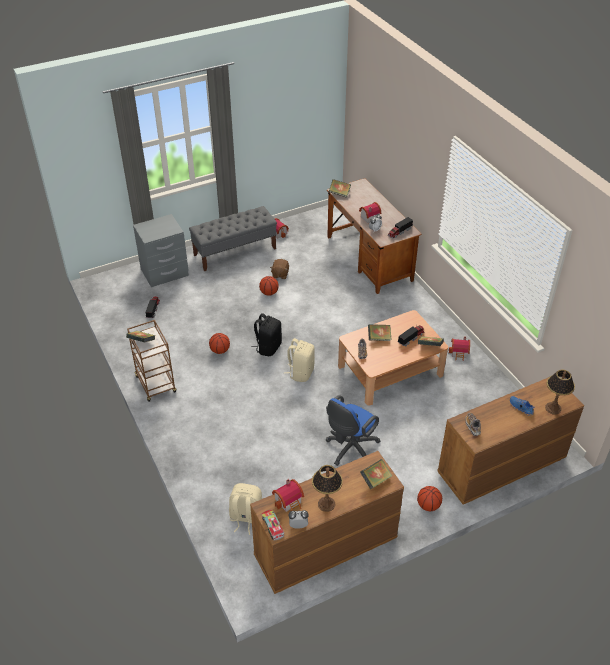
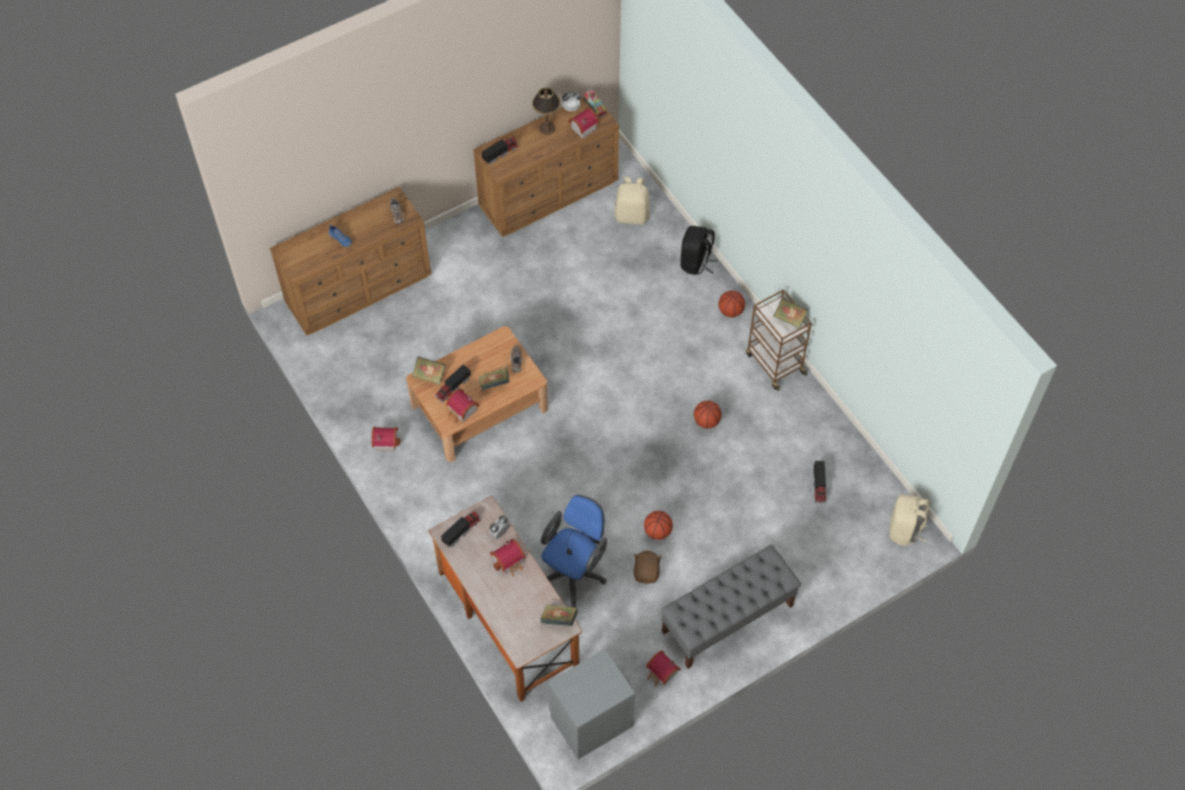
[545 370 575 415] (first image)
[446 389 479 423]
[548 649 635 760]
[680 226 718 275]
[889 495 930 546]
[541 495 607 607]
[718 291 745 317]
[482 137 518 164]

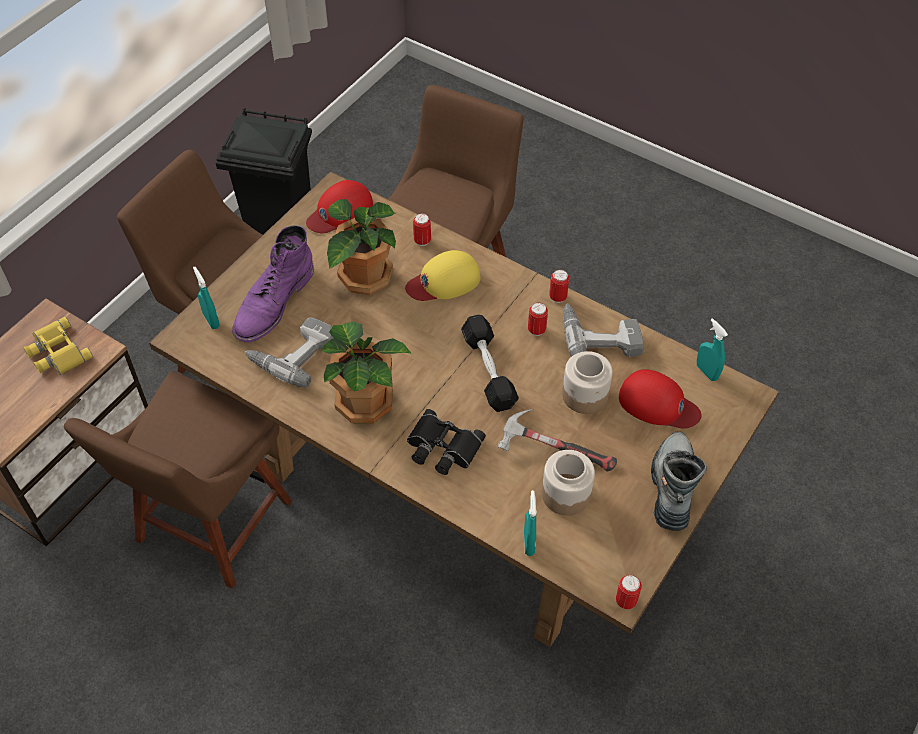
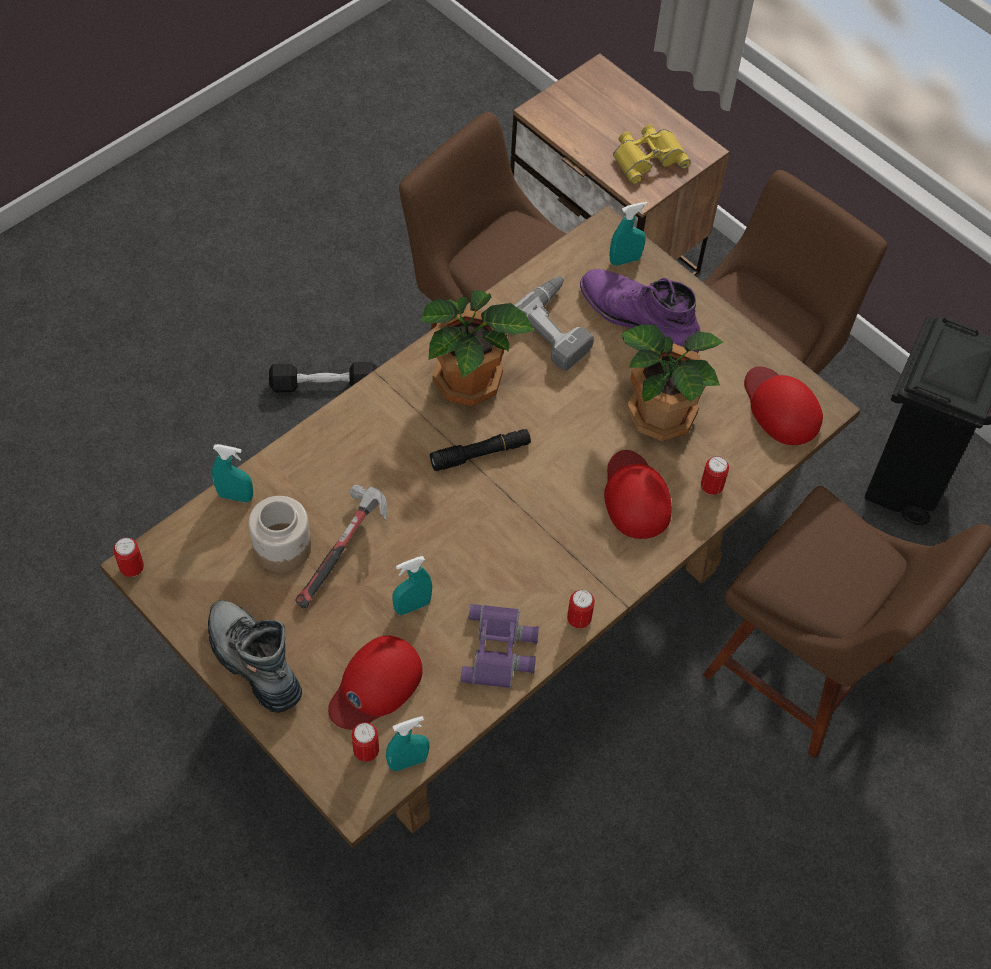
[407 409 486 475] (first image)
[430 429 531 471]
[269 362 377 392]
[352 723 379 762]
[392 556 432 615]
[460 604 539 688]
[604 450 672 539]
[208 600 302 713]

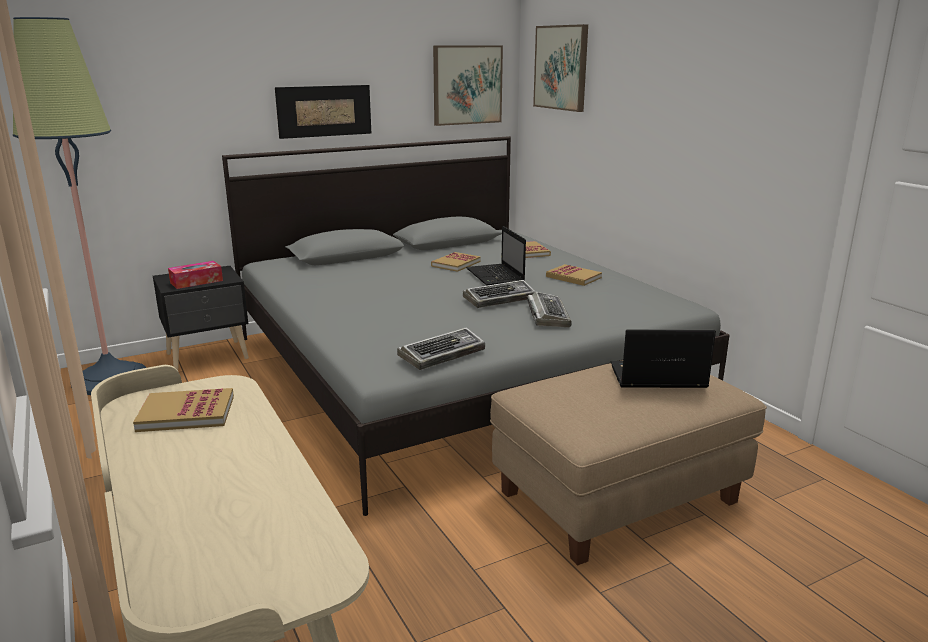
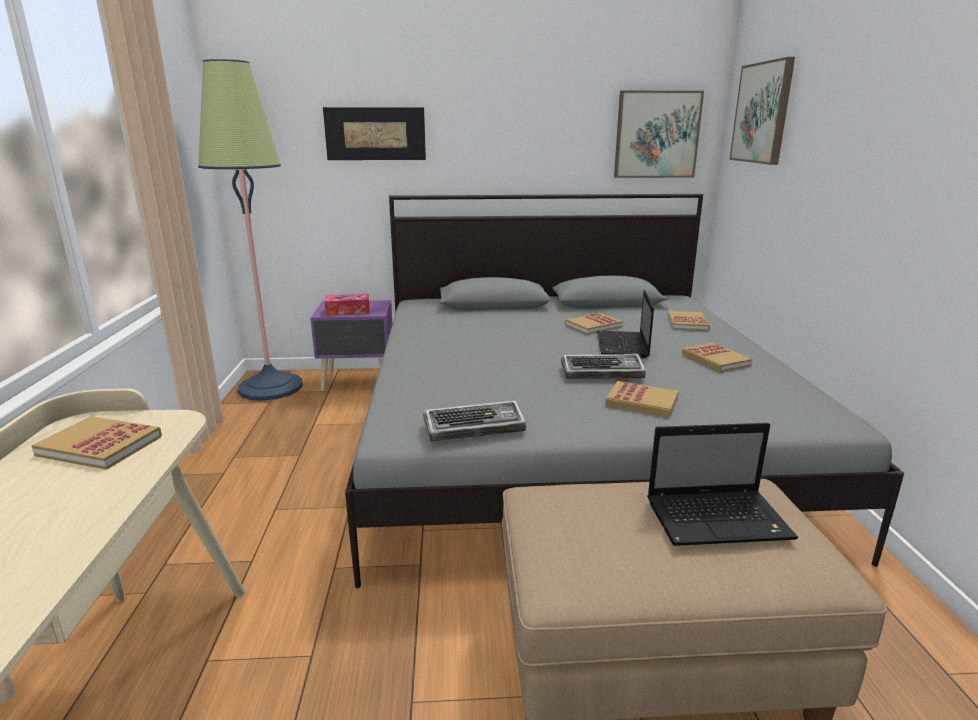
[323 107 426 160]
[605 381 679 417]
[310 300 393 391]
[647 423 798 546]

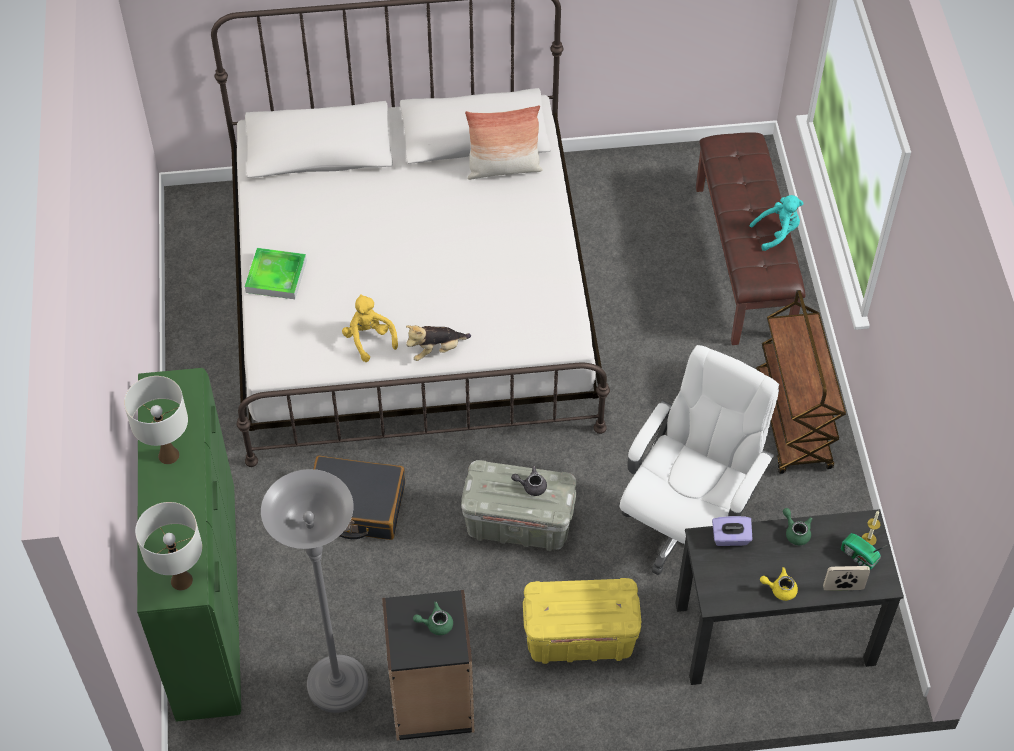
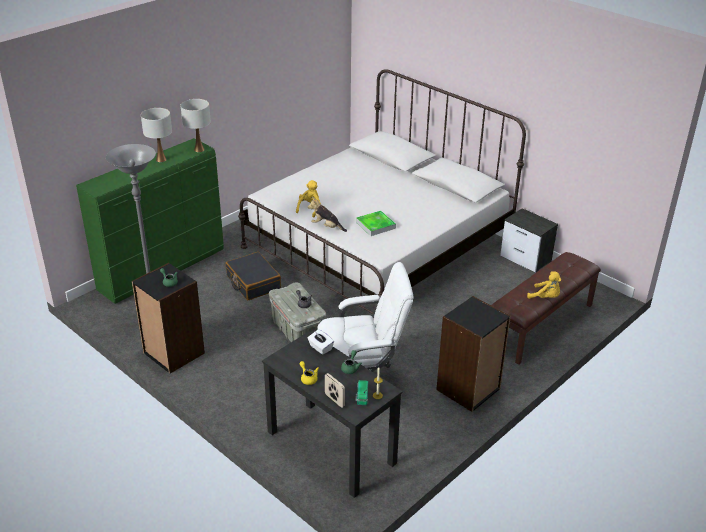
[465 105 543 180] (first image)
[523 578 641 664] (first image)
[500 208 558 272]
[180 99 211 152]
[356 211 396 236]
[436 296 511 412]
[307 329 334 355]
[527 271 561 299]

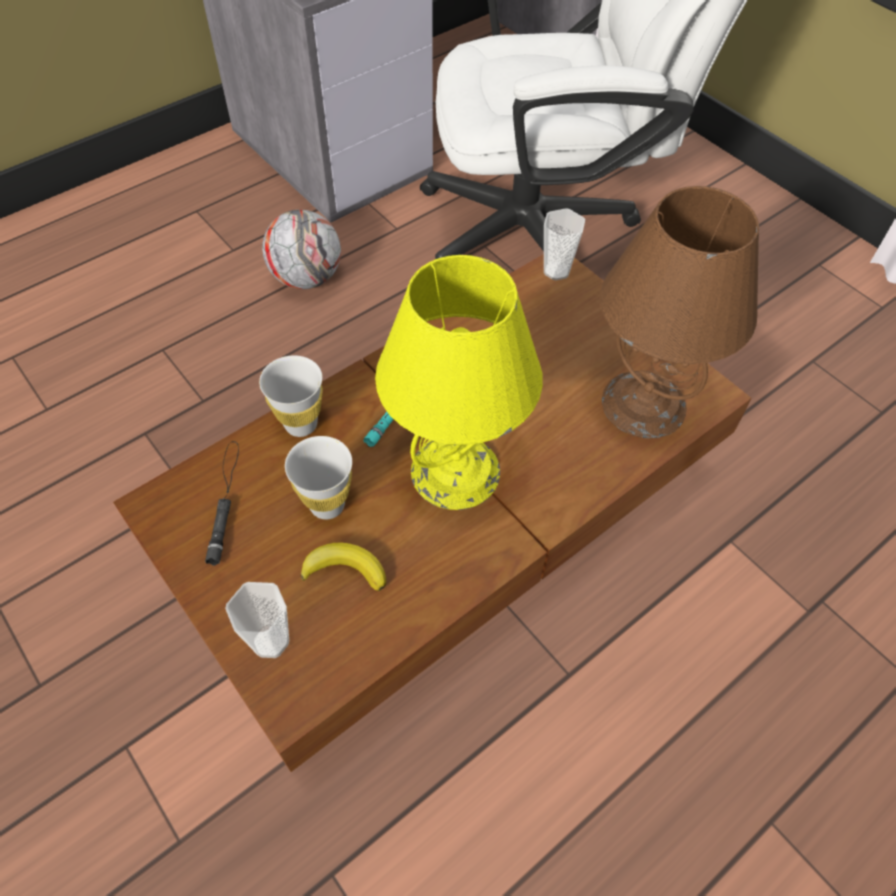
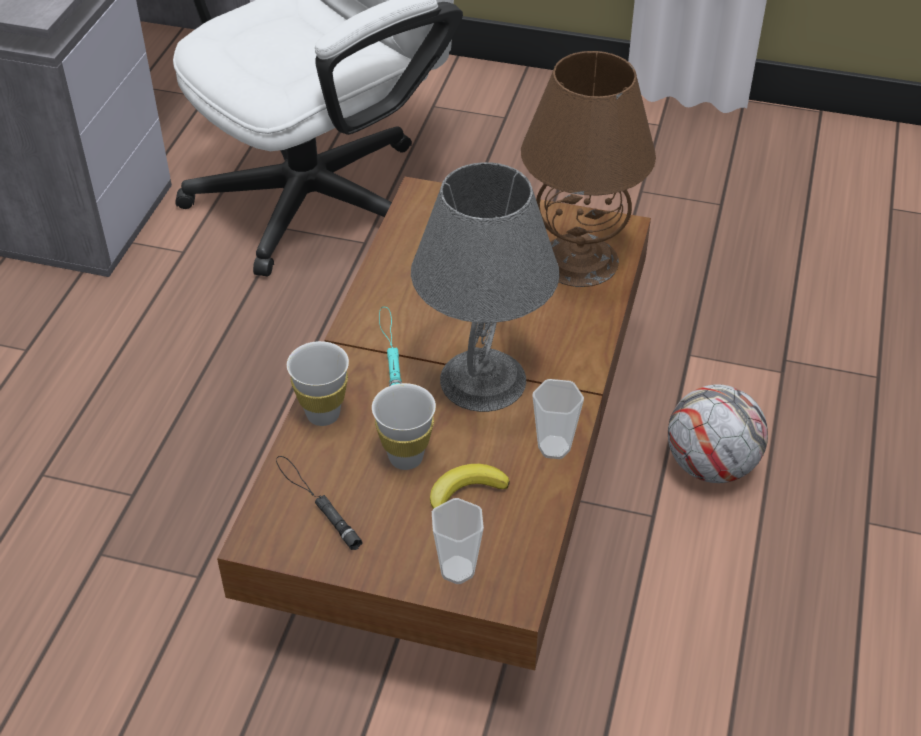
[668 384 768 483]
[532 379 584 459]
[411 162 560 412]

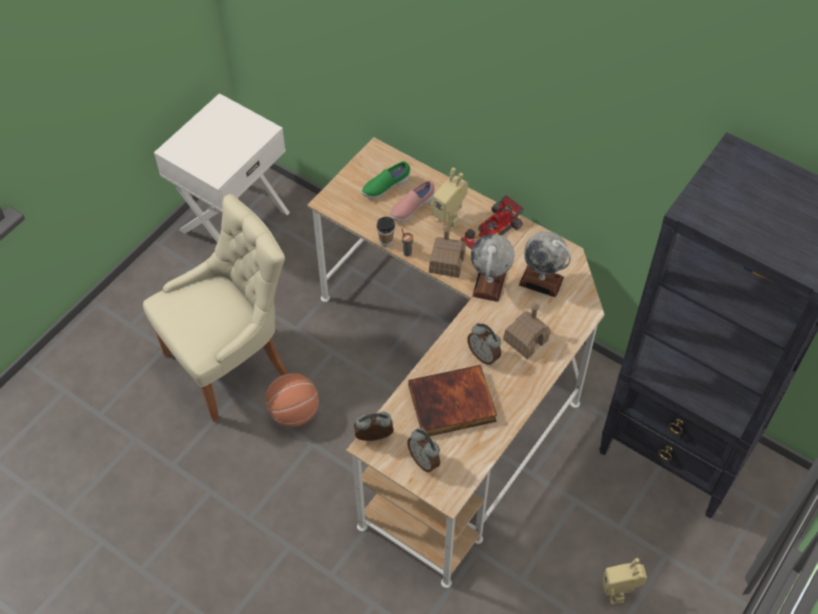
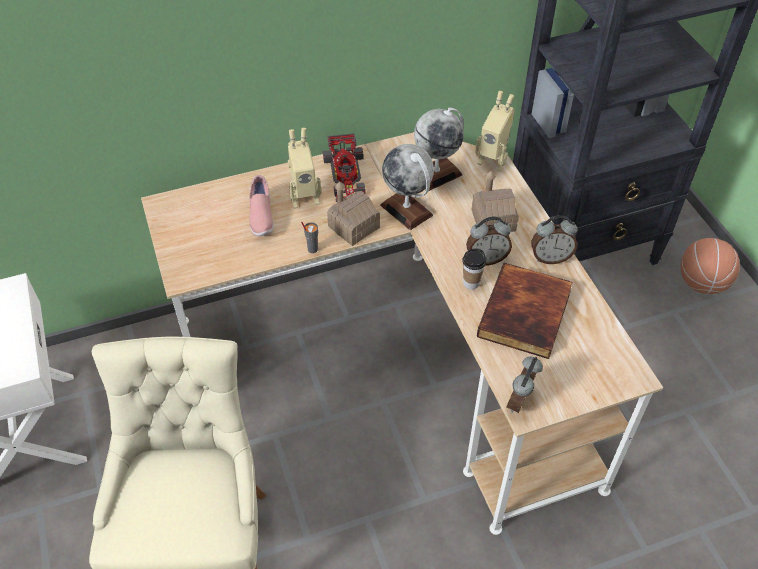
[362 161 410 199] (first image)
[681 238 740 294]
[462 248 486 290]
[531 216 577 264]
[475 91 515 172]

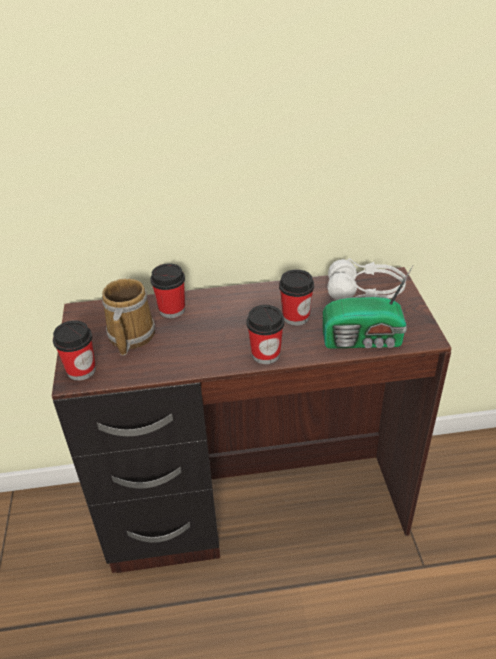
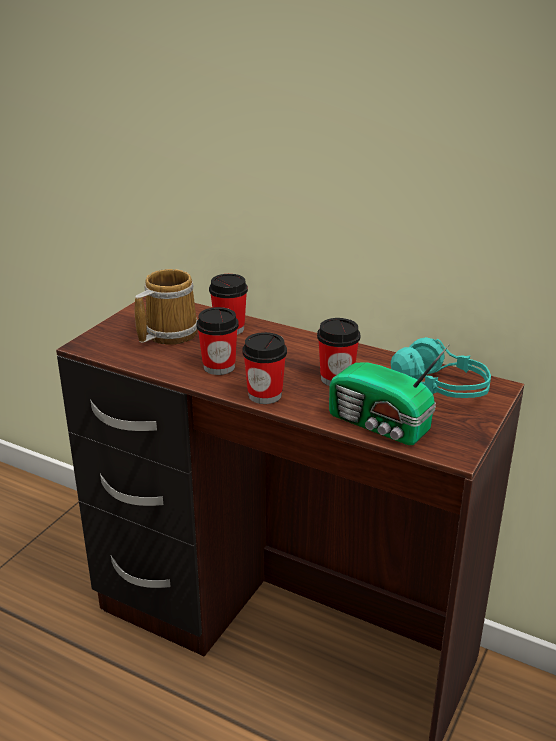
[197 307 239 375]
[391 337 491 398]

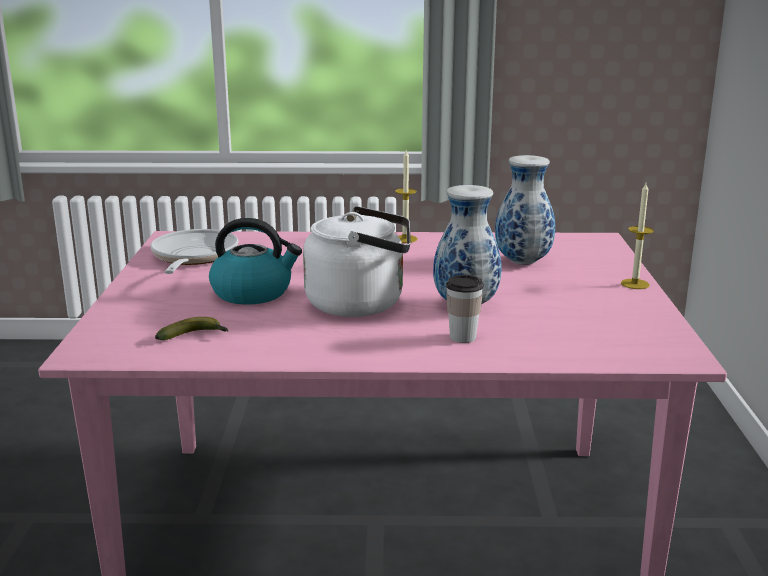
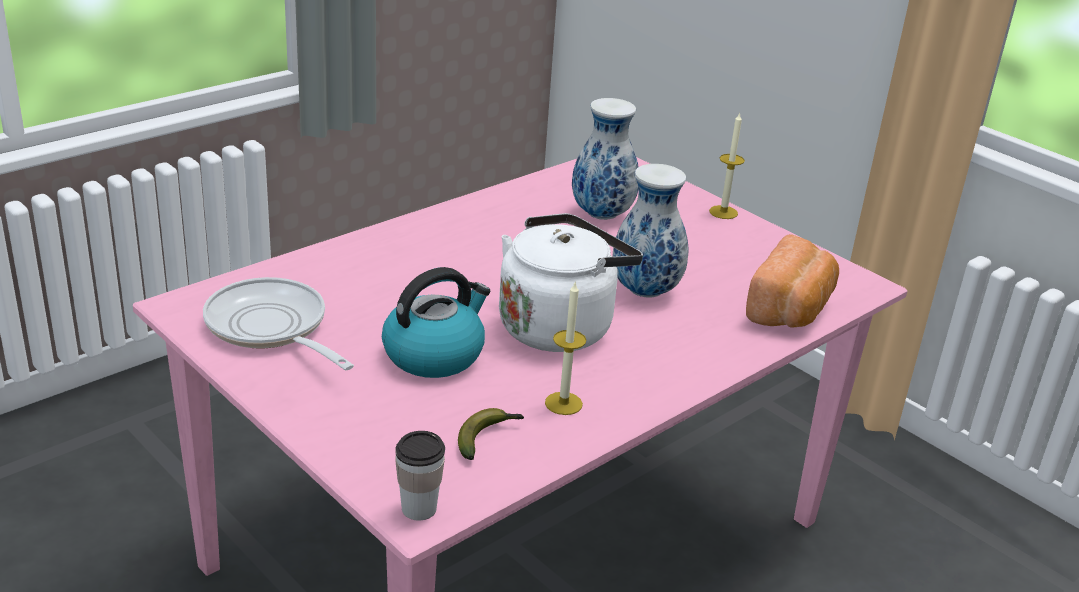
[746 234 839 328]
[545 283 587 415]
[395 431 445 521]

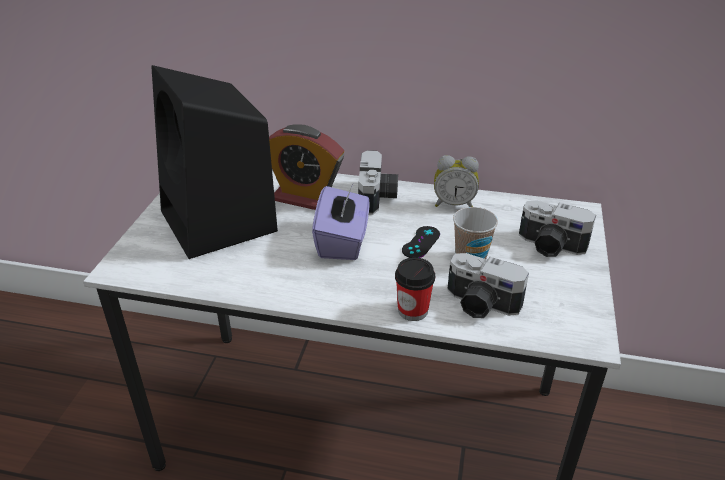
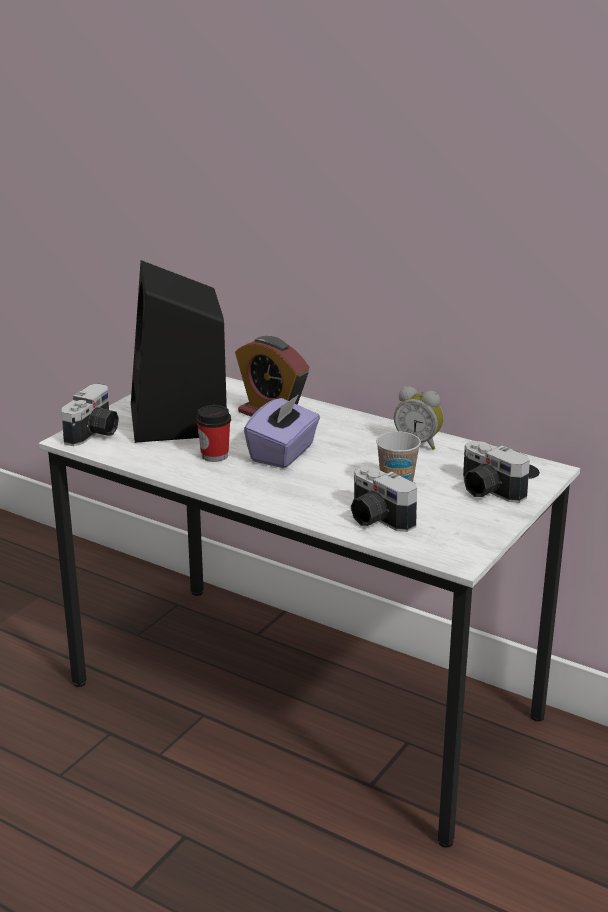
[402 226 440 258] (first image)
[62 383 119 446]
[196 405 231 462]

